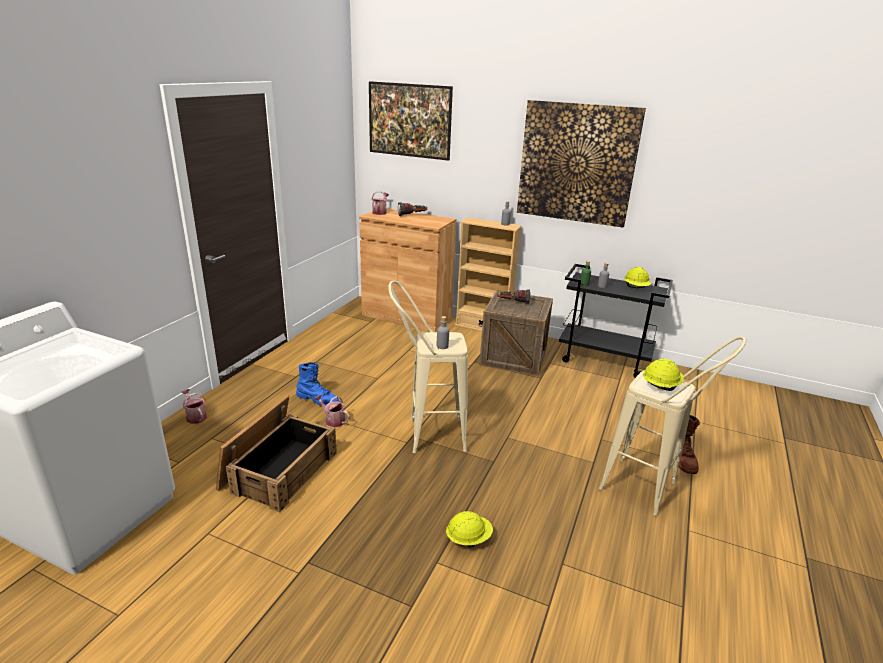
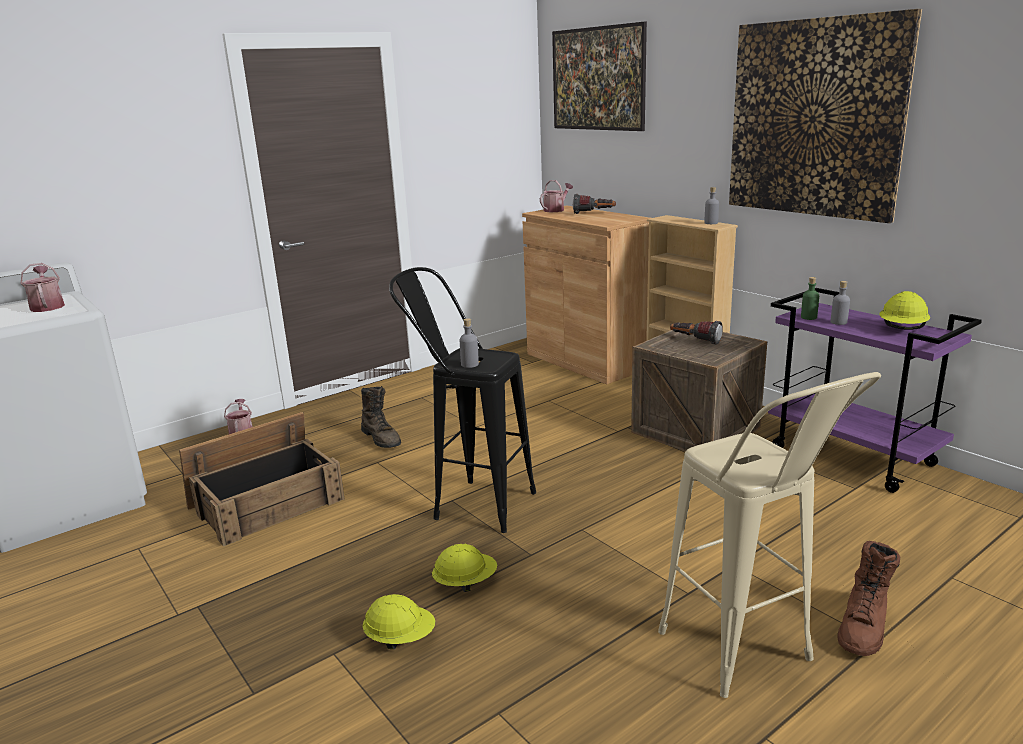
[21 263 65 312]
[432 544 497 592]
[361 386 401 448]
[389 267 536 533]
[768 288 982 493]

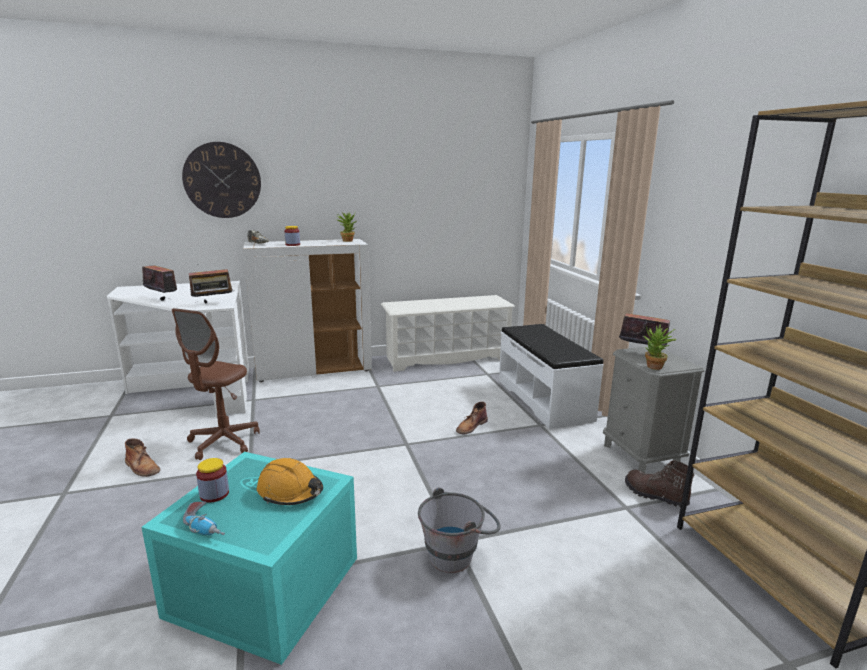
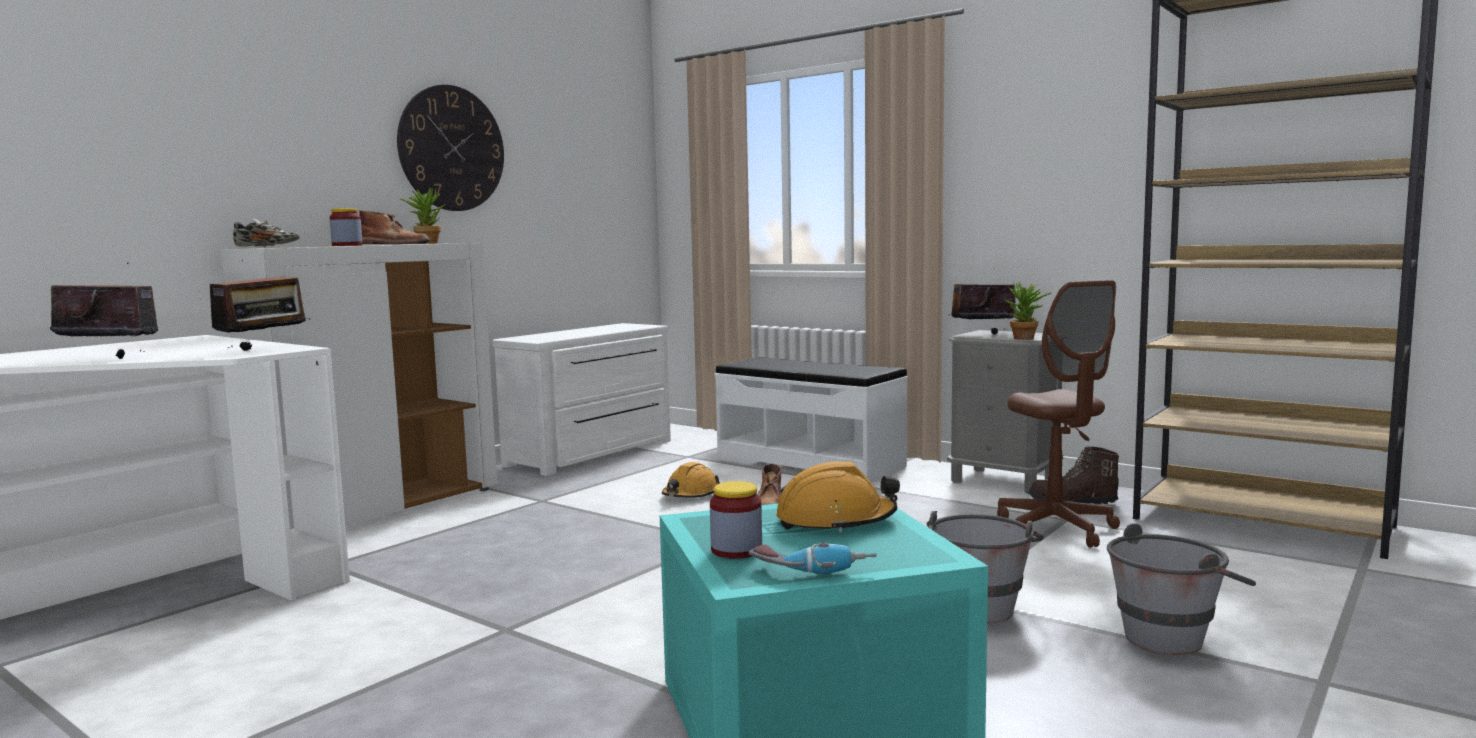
[662 462 720 498]
[1107 523 1256 655]
[359 210 430 244]
[997 280 1120 548]
[397 85 504 211]
[493 323 671 476]

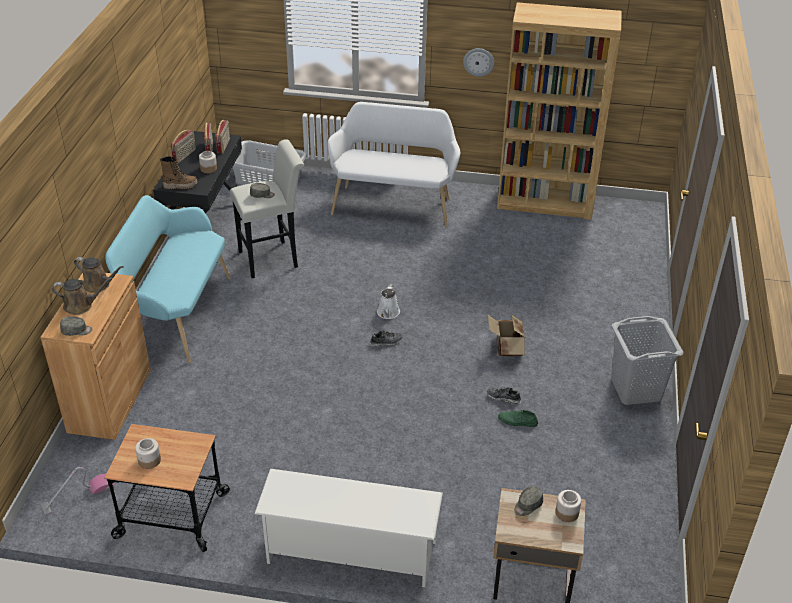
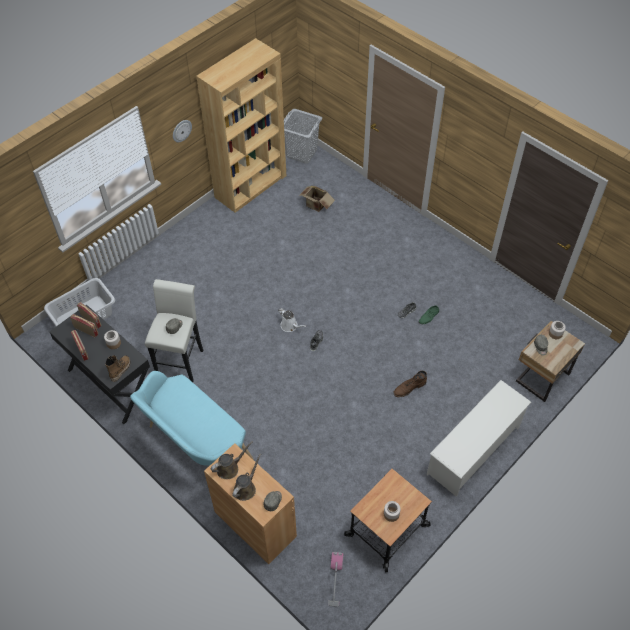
[328 102 460 228] (first image)
[393 371 427 397]
[299 186 335 212]
[284 109 322 164]

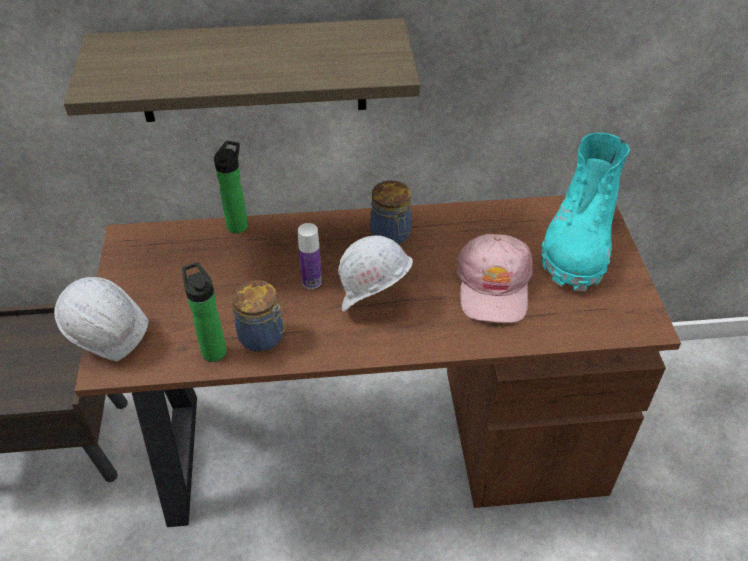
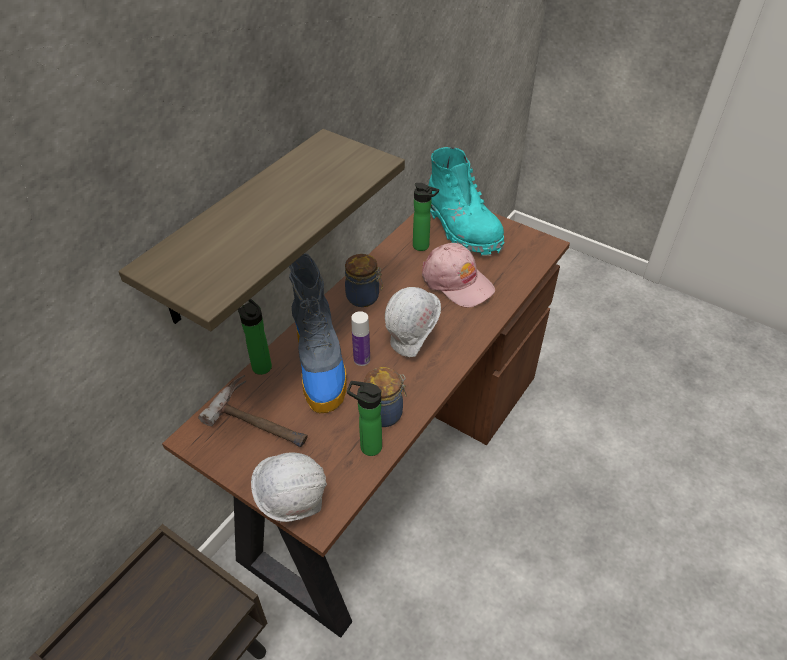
[198 375 308 447]
[289 254 347 413]
[413 183 439 251]

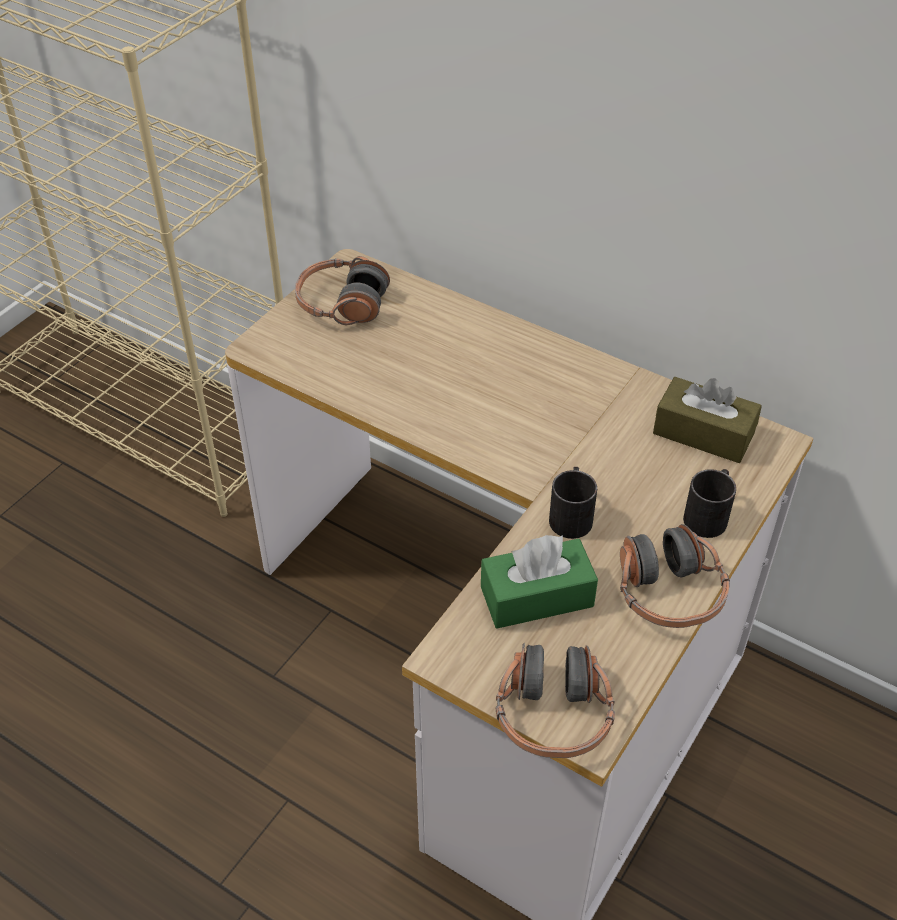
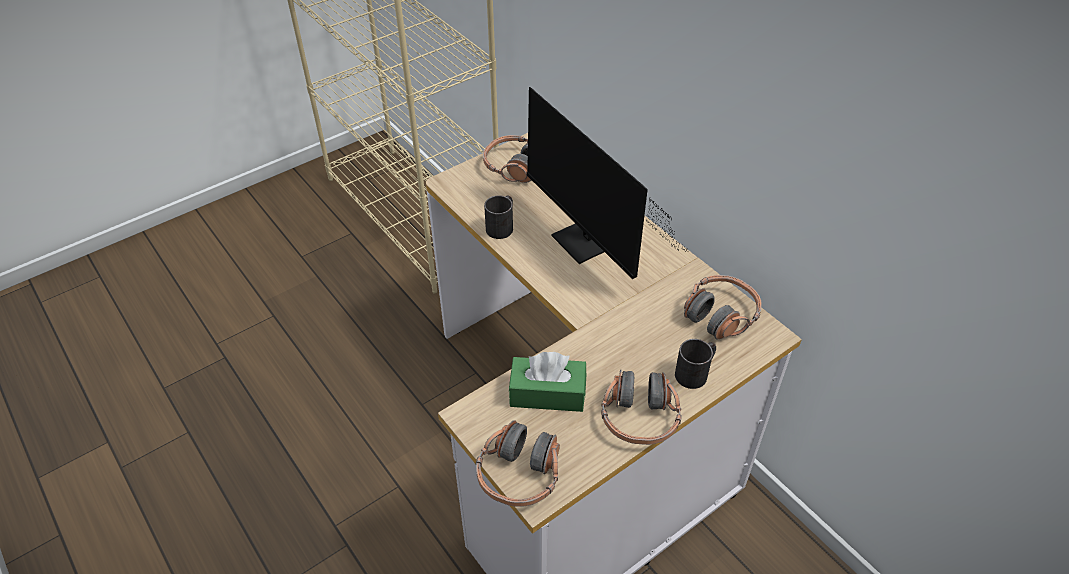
[526 87 688 279]
[484 195 513 239]
[684 275 762 339]

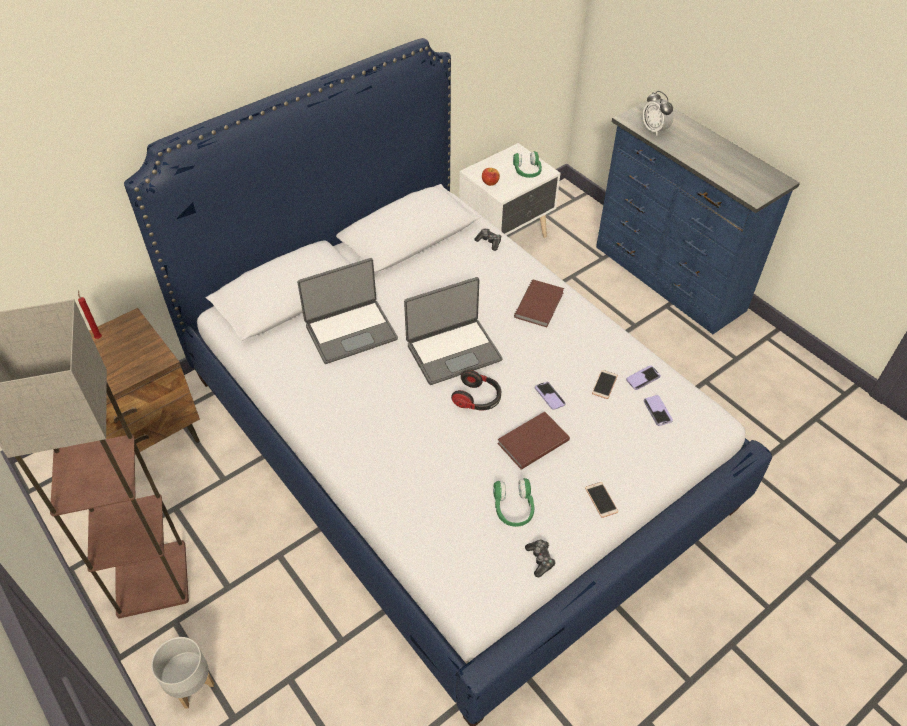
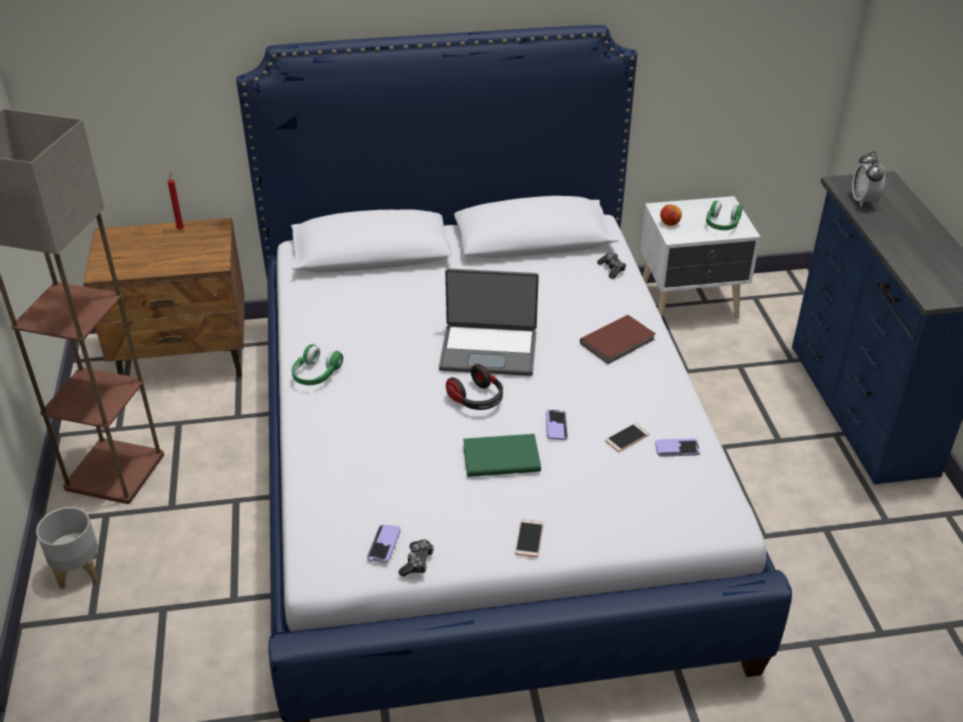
[297 258 398 364] (first image)
[292 344 343 385]
[367 525 401 563]
[463 434 541 477]

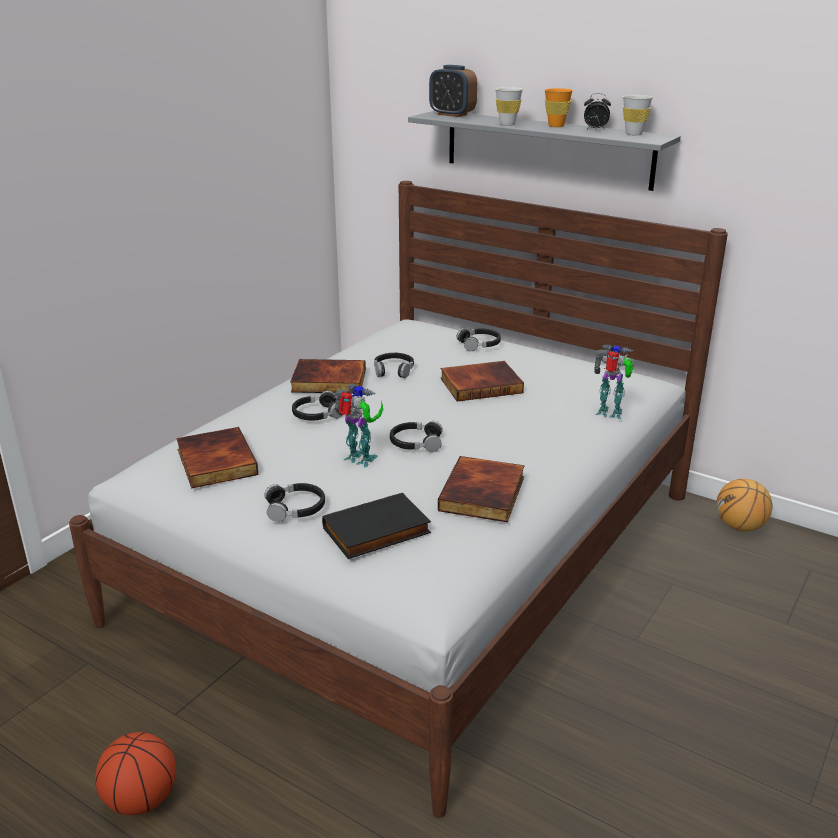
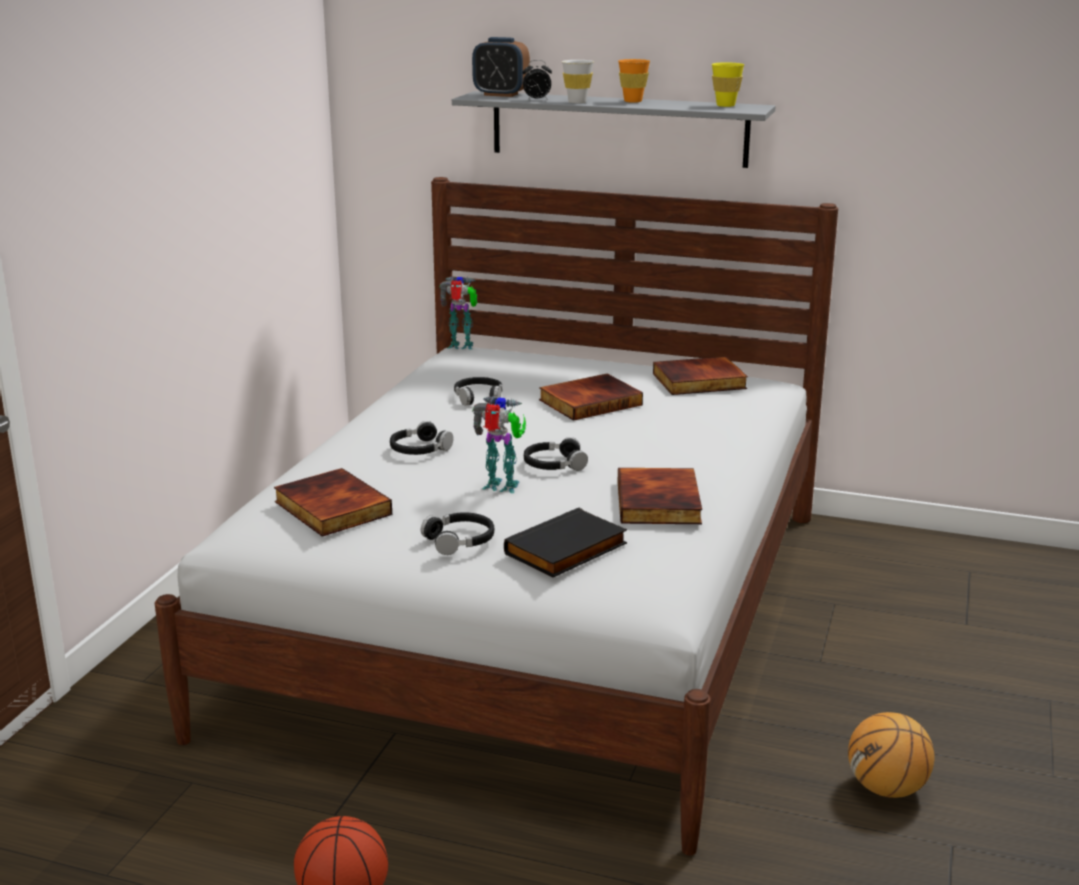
[457 328 501 351] (first image)
[653 356 748 395]
[522 60 552 100]
[439 276 477 349]
[848 712 934 798]
[712 62 744 107]

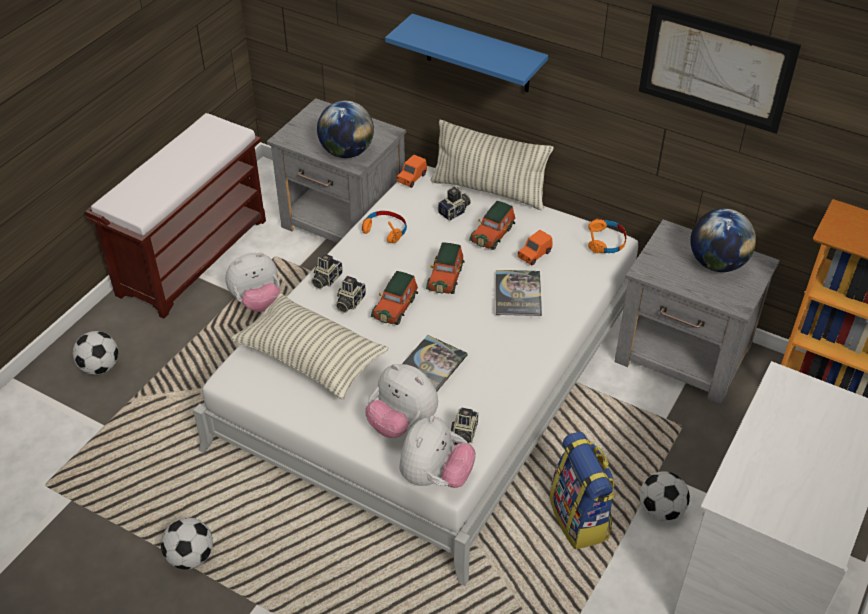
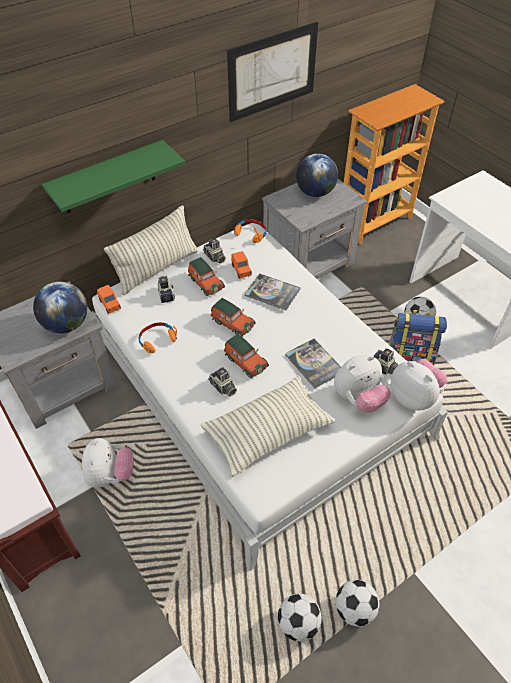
[278 594 322 642]
[203 238 226 264]
[42 140 185 213]

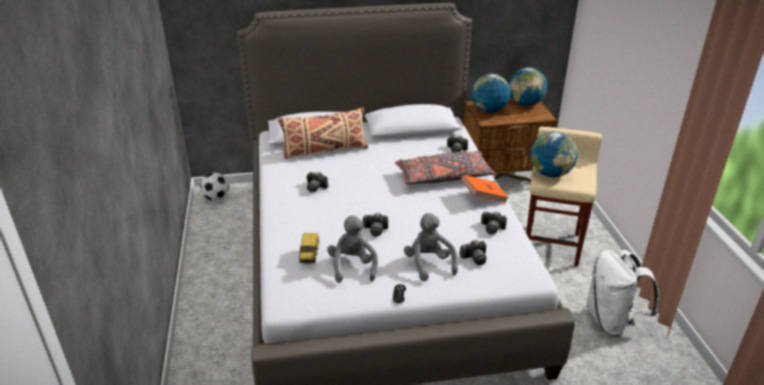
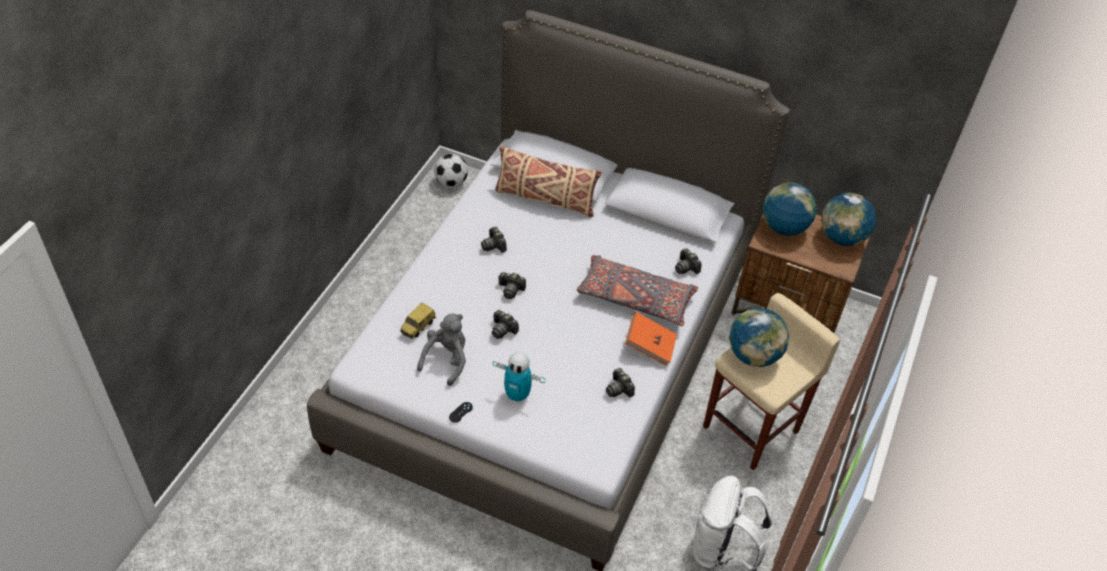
[499 272 526 299]
[492 352 545 403]

